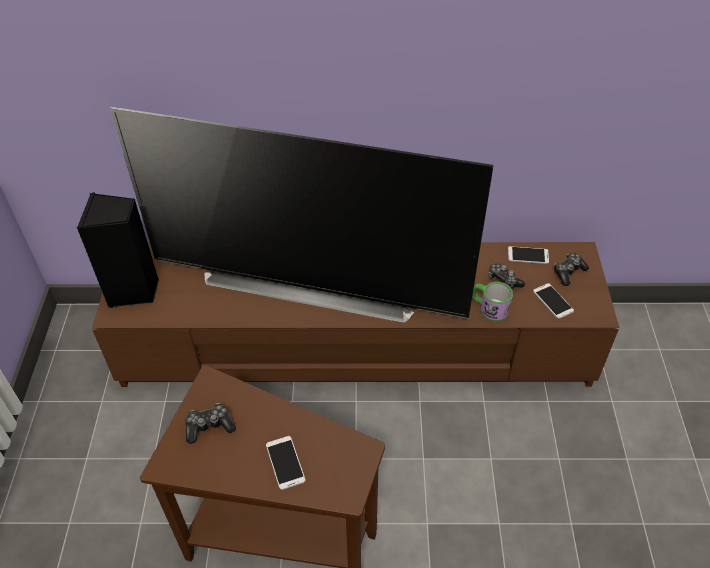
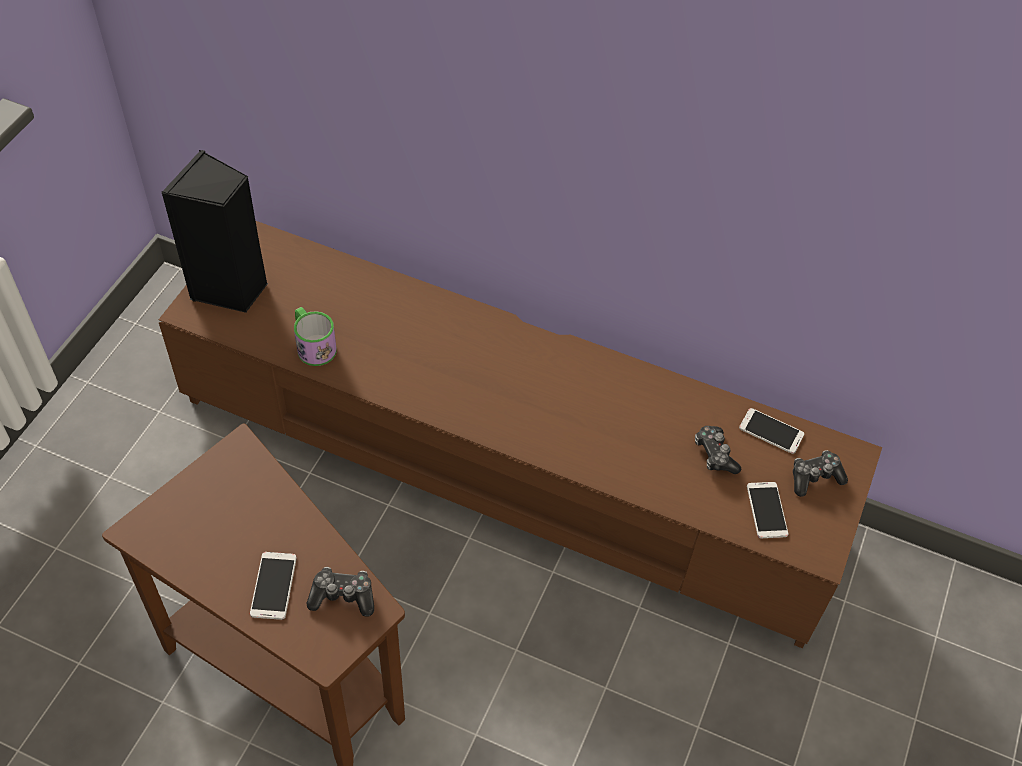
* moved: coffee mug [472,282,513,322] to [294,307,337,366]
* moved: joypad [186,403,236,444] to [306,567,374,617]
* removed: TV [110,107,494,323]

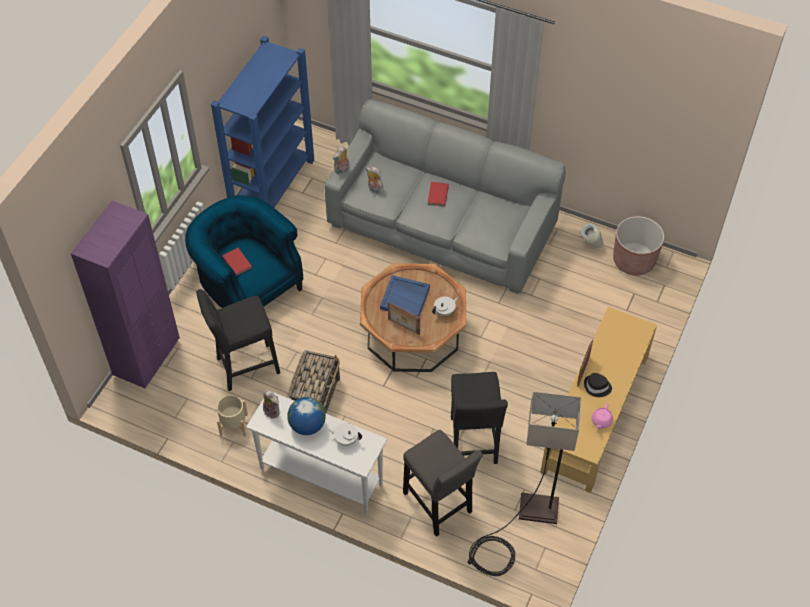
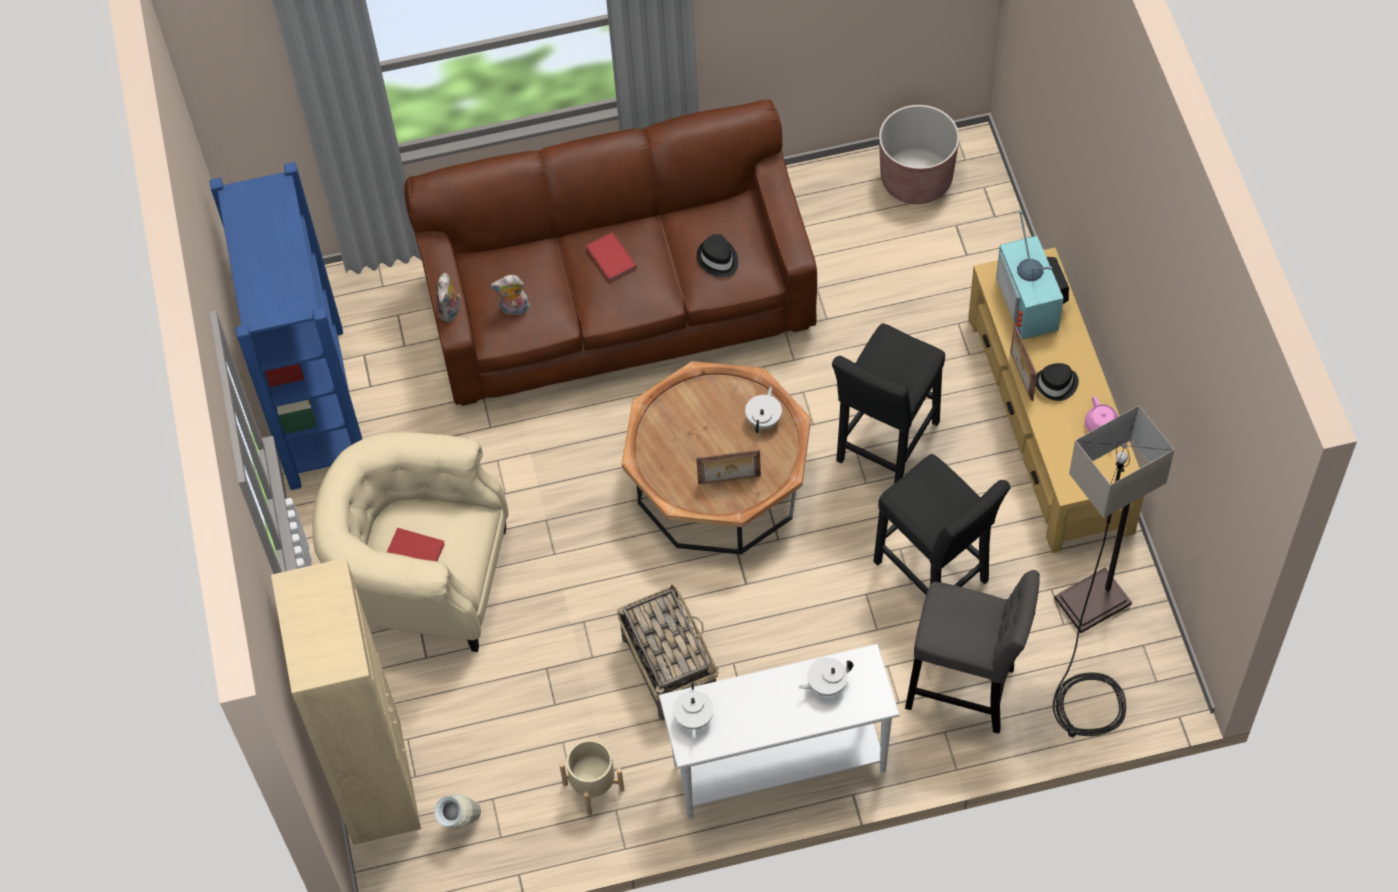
* recoloured: purple-coloured cupboard [71,201,180,388] to sand-coloured cupboard [271,558,421,845]
* recoloured: blue-coloured easy chair [185,195,303,308] to sand-coloured easy chair [312,432,509,652]
* recoloured: gray couch [324,99,565,294] to brown-coloured couch [404,100,817,406]
* moved: decorative vase [581,223,603,248] to [434,793,481,829]
* replaced: plush toy [263,389,279,419] to white tea pot [673,681,714,738]
* added: black clothing hat [697,234,738,277]
* moved: black stool seat [196,289,280,391] to [832,323,945,484]
* added: TV [996,210,1069,340]
* removed: world globe [287,397,326,435]
* removed: blue-coloured serving tray [380,275,430,317]

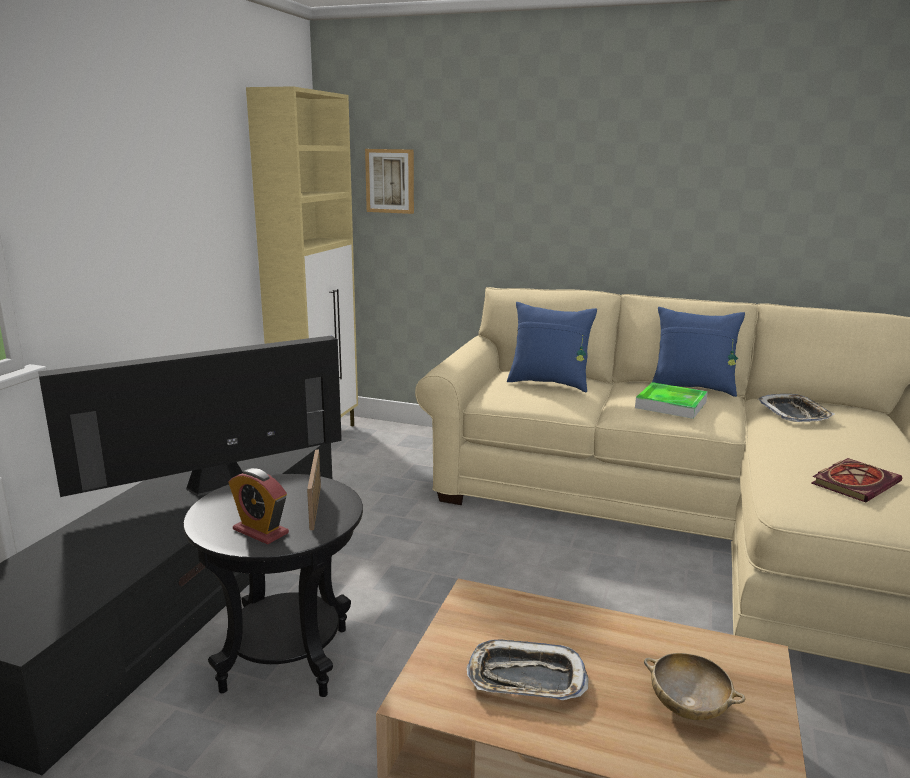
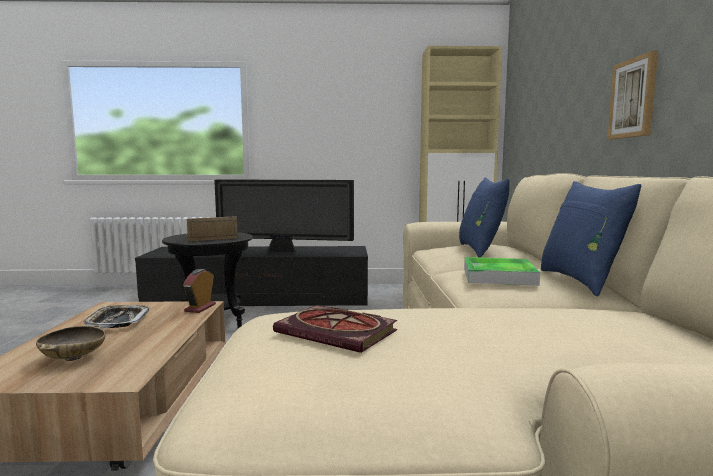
* moved: bedside clock [229,468,289,544] to [183,269,216,313]
* turned: TV [38,336,342,497] = [214,179,354,254] 150 degrees clockwise
* moved: picture [365,149,414,214] to [608,51,658,139]
* removed: serving tray [757,394,835,422]

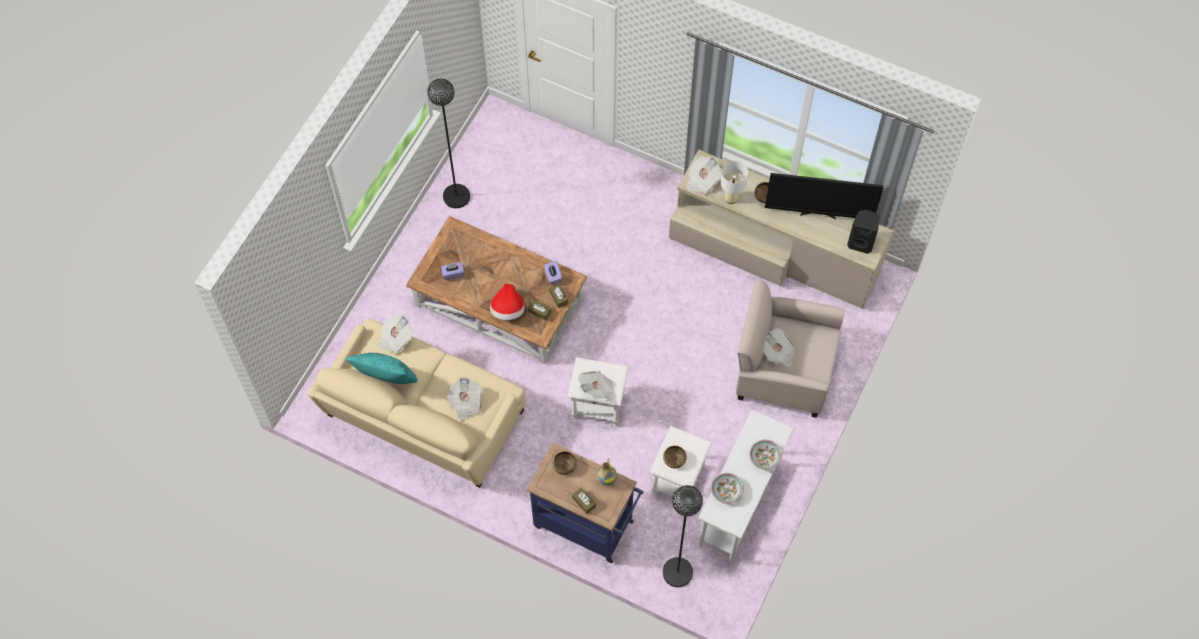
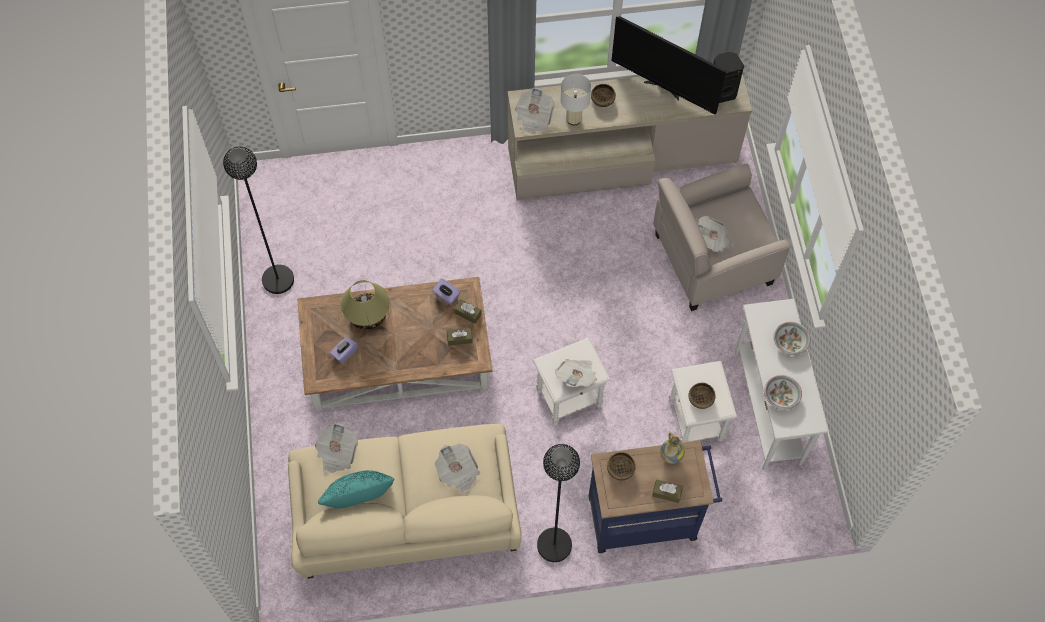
* added: lamp for a table [341,280,390,330]
* moved: black standing lamp [663,485,703,587] to [537,444,580,562]
* turned: TV [765,173,884,220] = [612,16,726,114] 60 degrees clockwise
* removed: clothing hat [490,284,525,320]

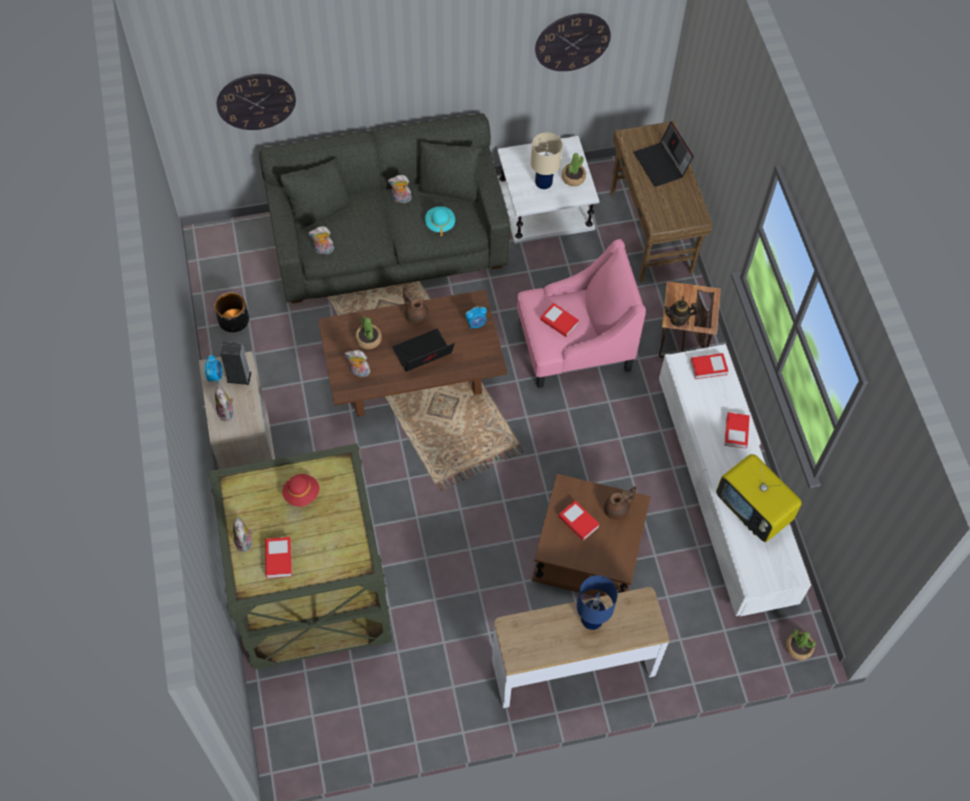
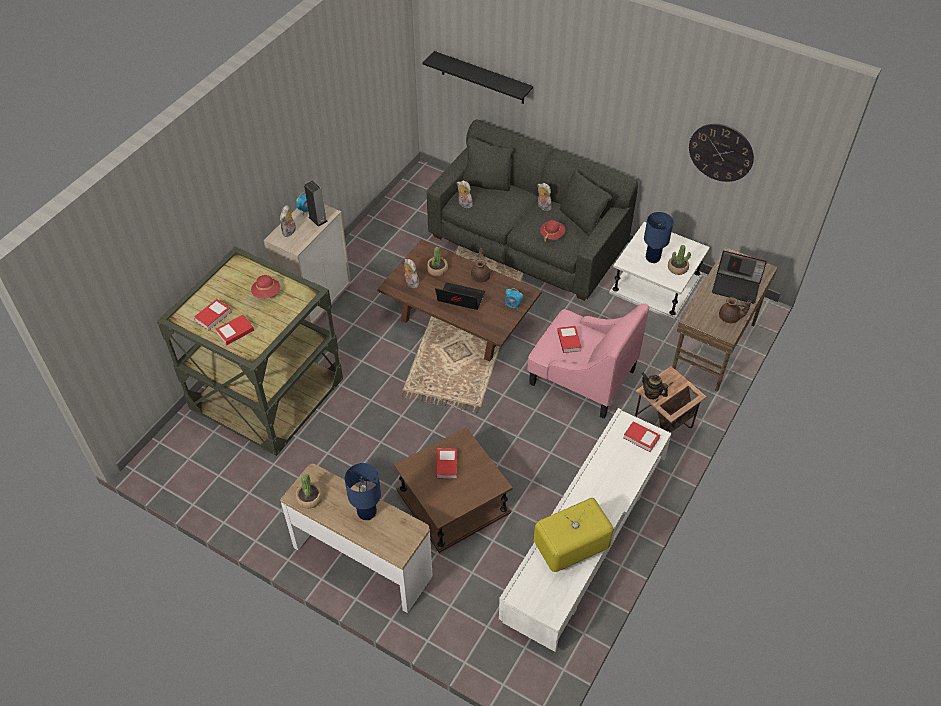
* moved: volume [724,412,750,449] to [216,315,254,345]
* moved: plant in a pot [786,629,816,660] to [295,474,323,509]
* replaced: wall clock [217,74,296,130] to black shelf [422,51,533,104]
* turned: TV [716,454,802,542] = [534,498,614,572] 60 degrees clockwise
* recoloured: turquoise clothing hat [425,206,455,236] to red clothing hat [540,220,565,242]
* recoloured: sand-coloured lamp for a table [531,132,562,189] to blue-coloured lamp for a table [644,212,674,263]
* turned: laptop [634,122,694,187] = [712,251,767,304] 90 degrees counterclockwise
* moved: brown-coloured tea pot [604,486,637,520] to [719,297,751,323]
* removed: black plant pot [214,293,249,333]
* removed: plush toy [233,518,253,552]

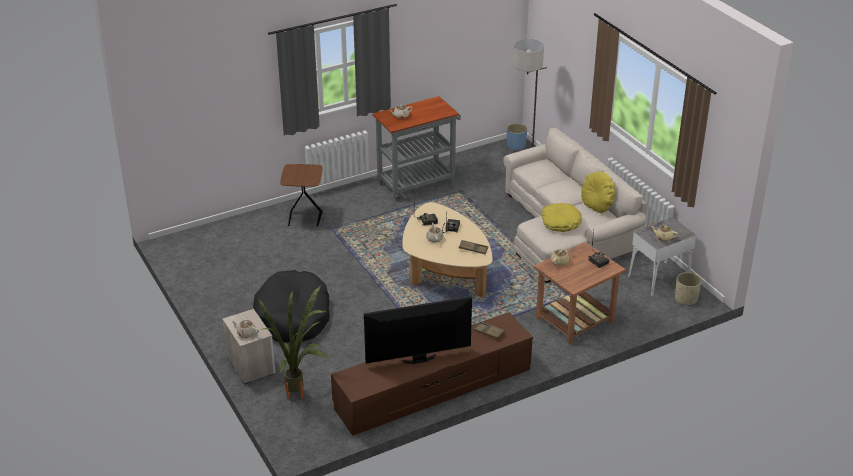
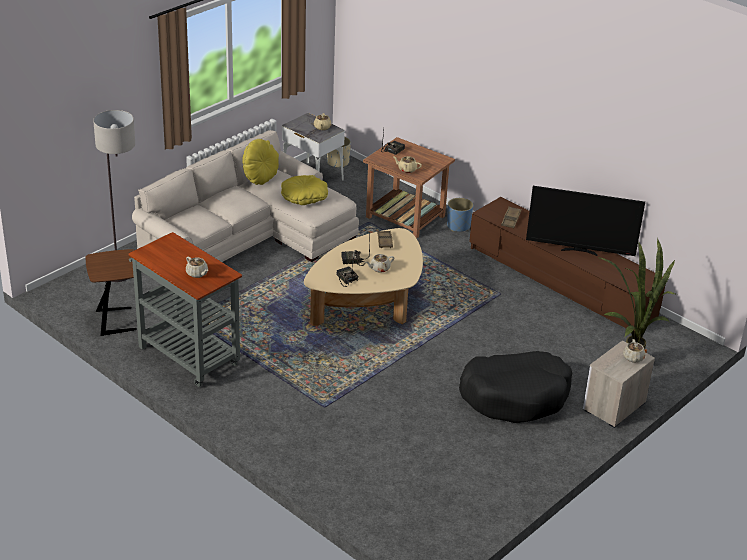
* moved: brown-coloured accent table [280,164,323,227] to [86,249,136,336]
* moved: blue-coloured plant pot [507,123,527,150] to [447,198,473,232]
* turned: TV [364,296,472,364] = [526,186,645,256] 45 degrees counterclockwise

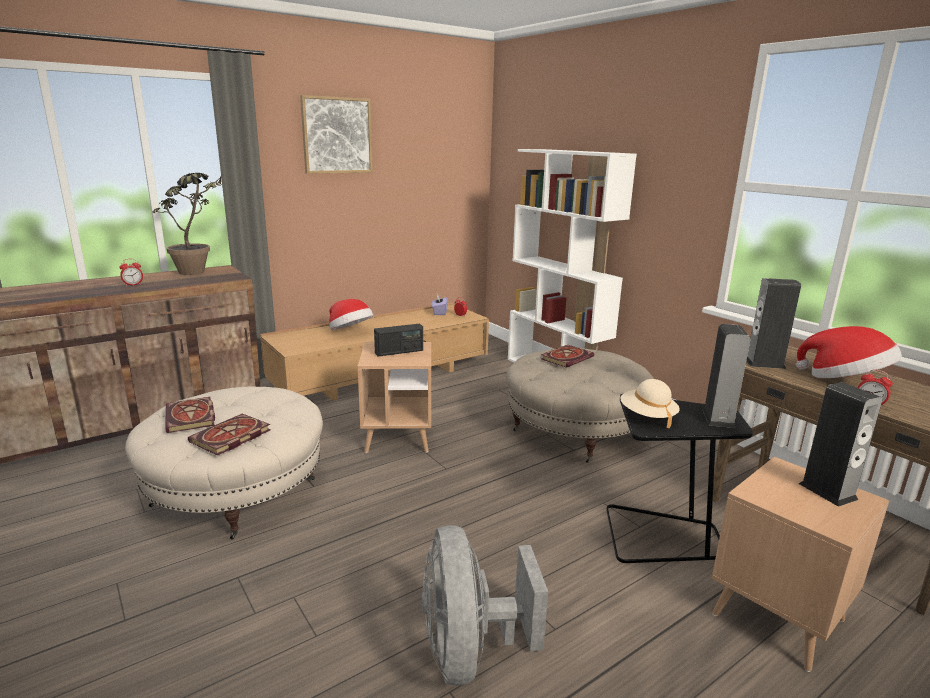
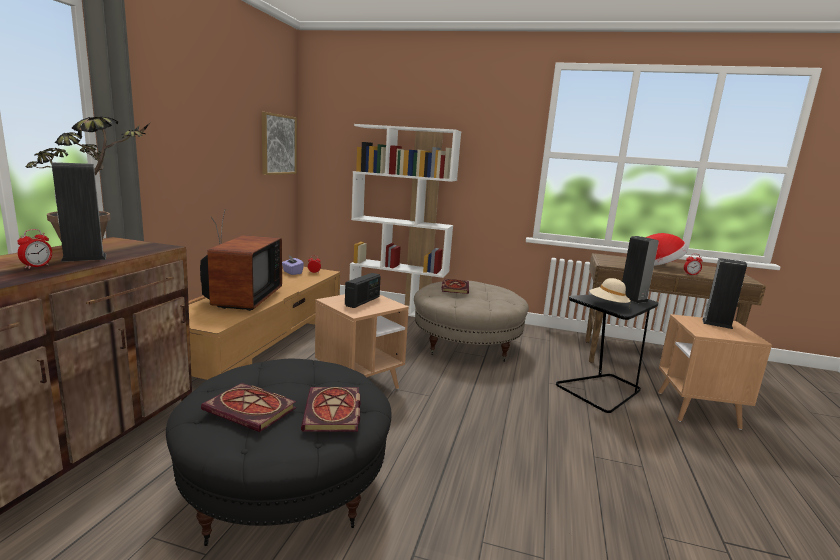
* moved: speaker [746,278,801,369] to [52,162,106,262]
* recoloured: sand-coloured footrest [125,387,323,540] to black footrest [166,359,392,546]
* replaced: clothing hat [329,299,373,330] to TV [200,210,282,311]
* moved: picture [300,95,373,174] to [262,112,297,175]
* removed: gray cooling fan [422,525,548,686]

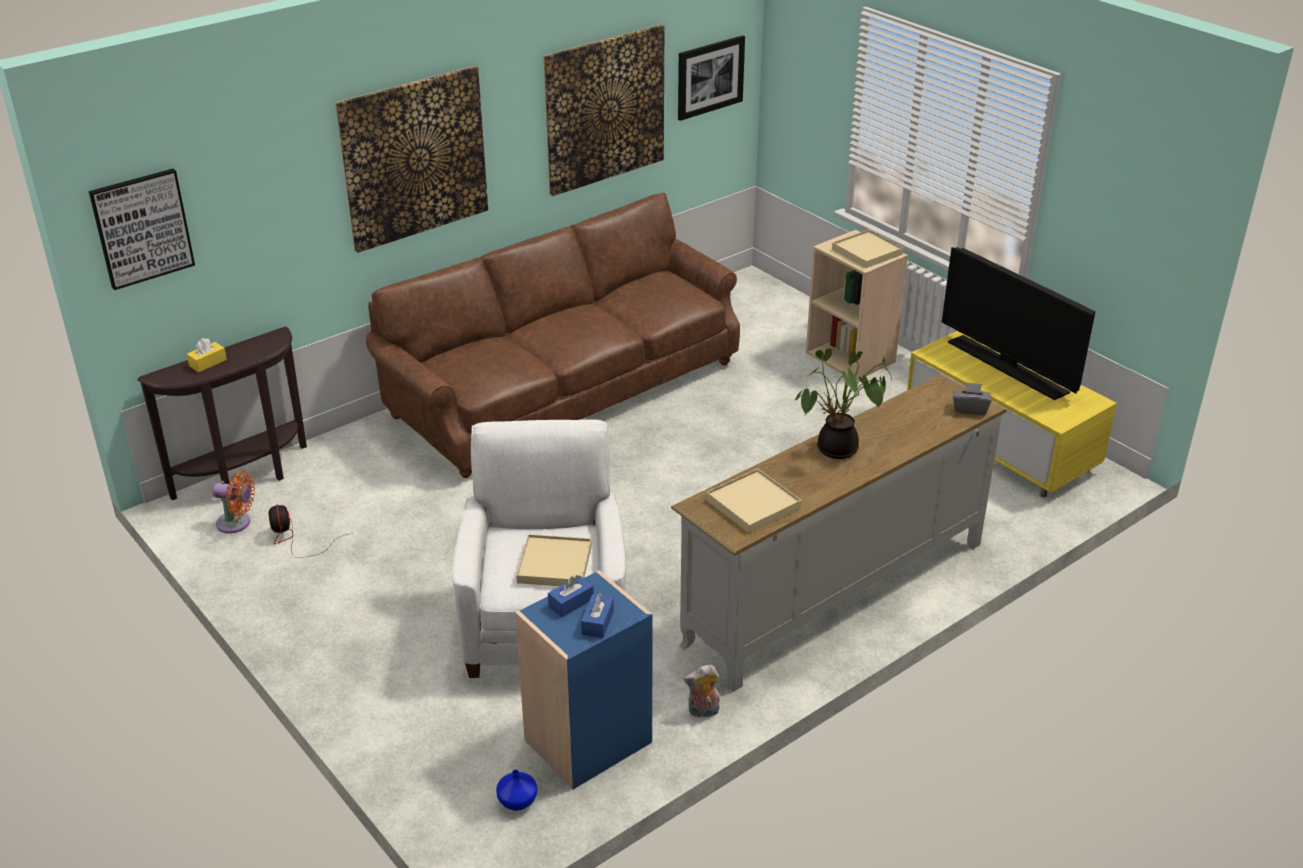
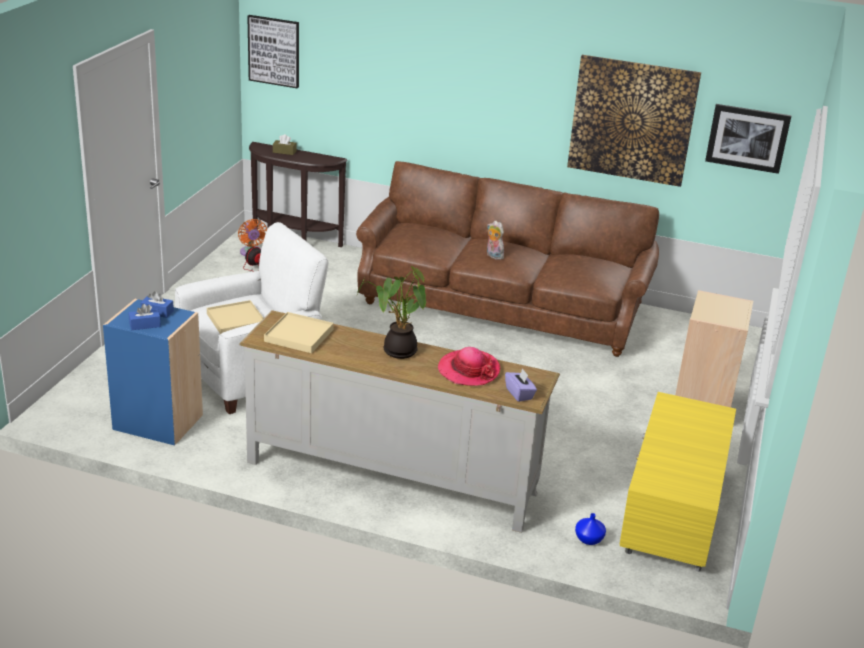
* recoloured: yellow-coloured tissue box [186,338,227,372] to brown-coloured tissue box [273,134,296,155]
* added: clothing hat [438,347,500,386]
* moved: plush toy [684,665,720,718] to [487,221,504,260]
* recoloured: gray tissue box [953,382,991,415] to purple-coloured tissue box [505,369,537,402]
* moved: blue-coloured decorative vase [496,770,537,811] to [575,513,606,545]
* removed: picture [335,66,488,253]
* removed: sand-coloured serving tray [832,230,903,268]
* removed: TV [942,247,1096,400]

